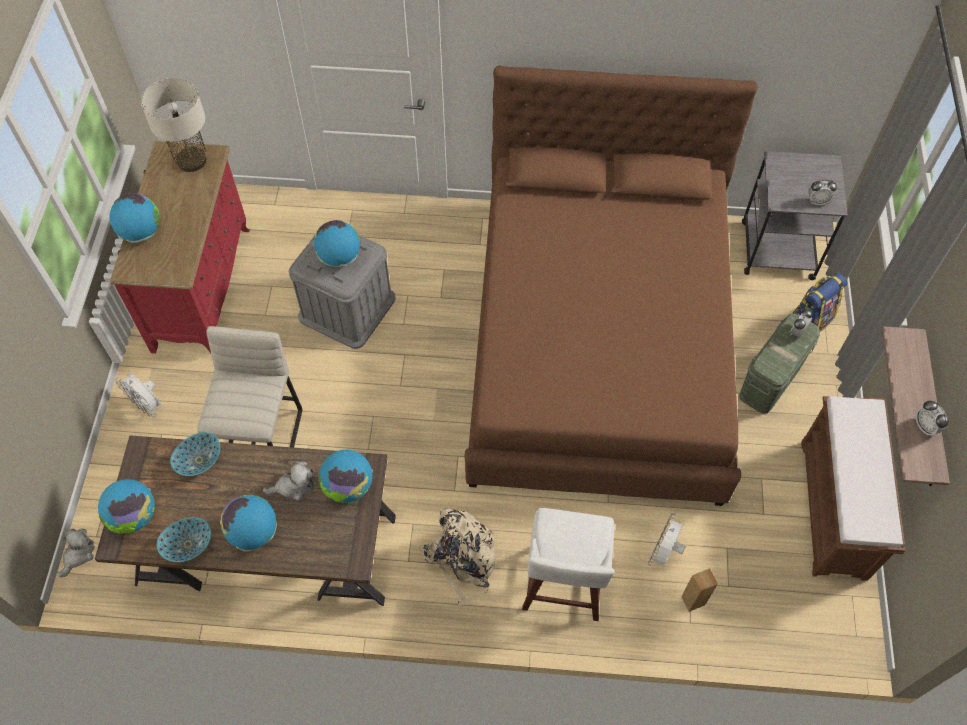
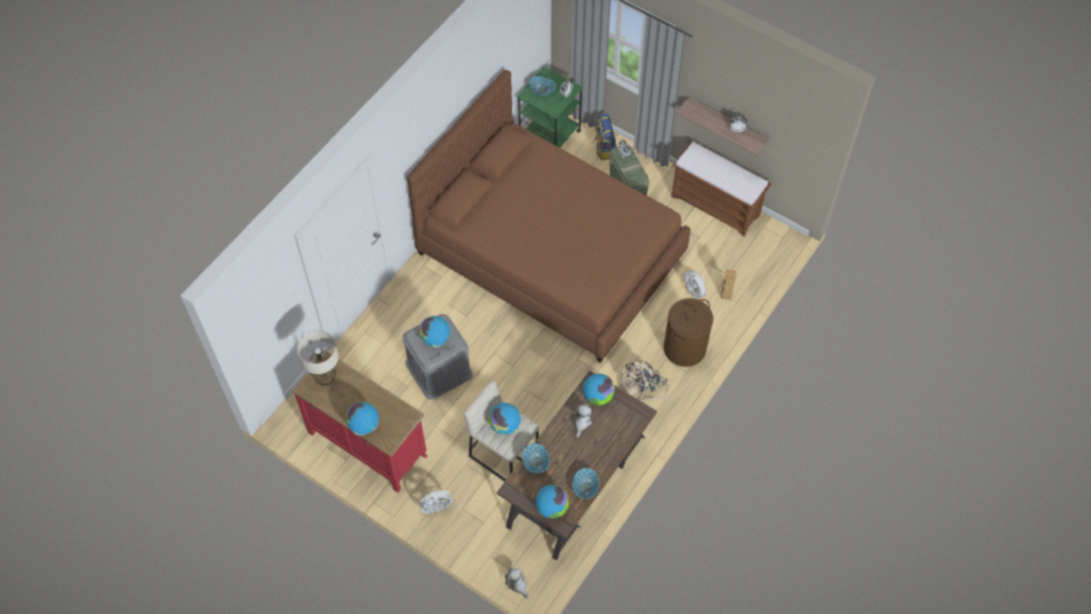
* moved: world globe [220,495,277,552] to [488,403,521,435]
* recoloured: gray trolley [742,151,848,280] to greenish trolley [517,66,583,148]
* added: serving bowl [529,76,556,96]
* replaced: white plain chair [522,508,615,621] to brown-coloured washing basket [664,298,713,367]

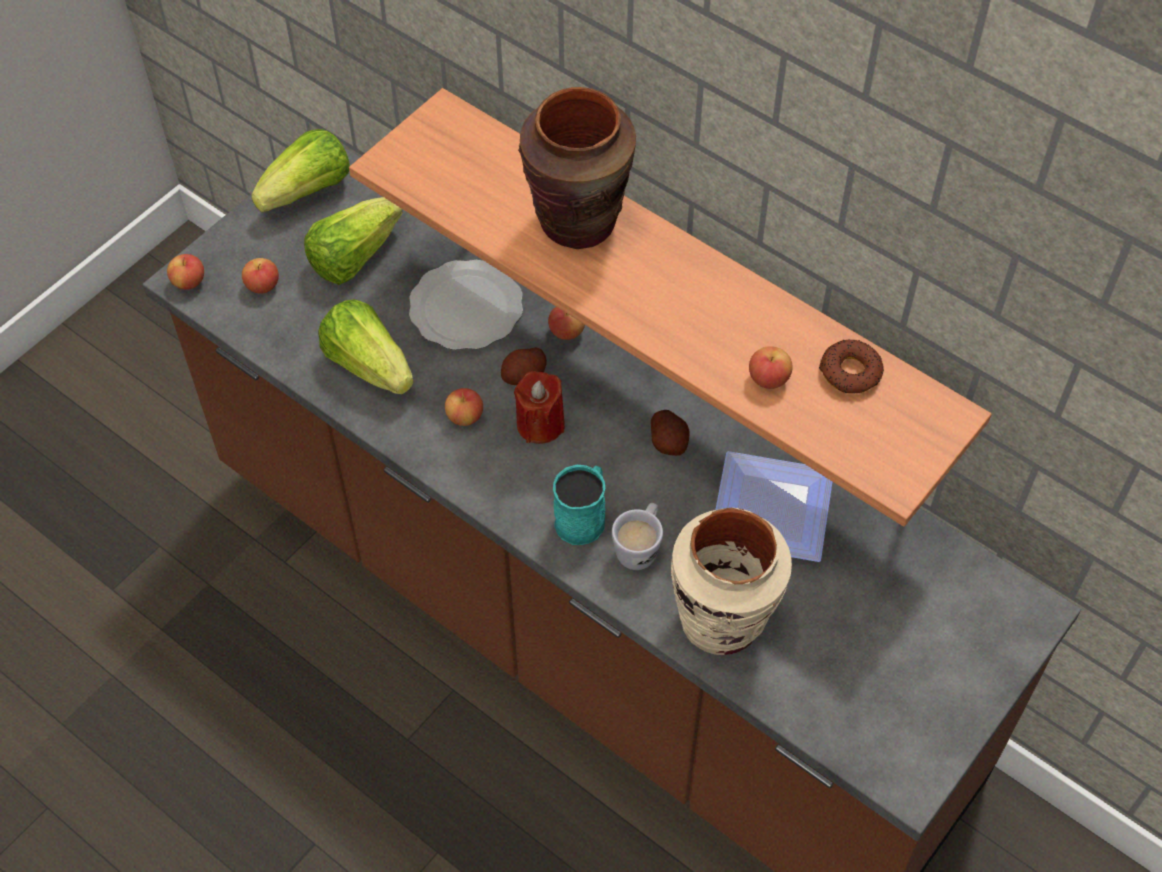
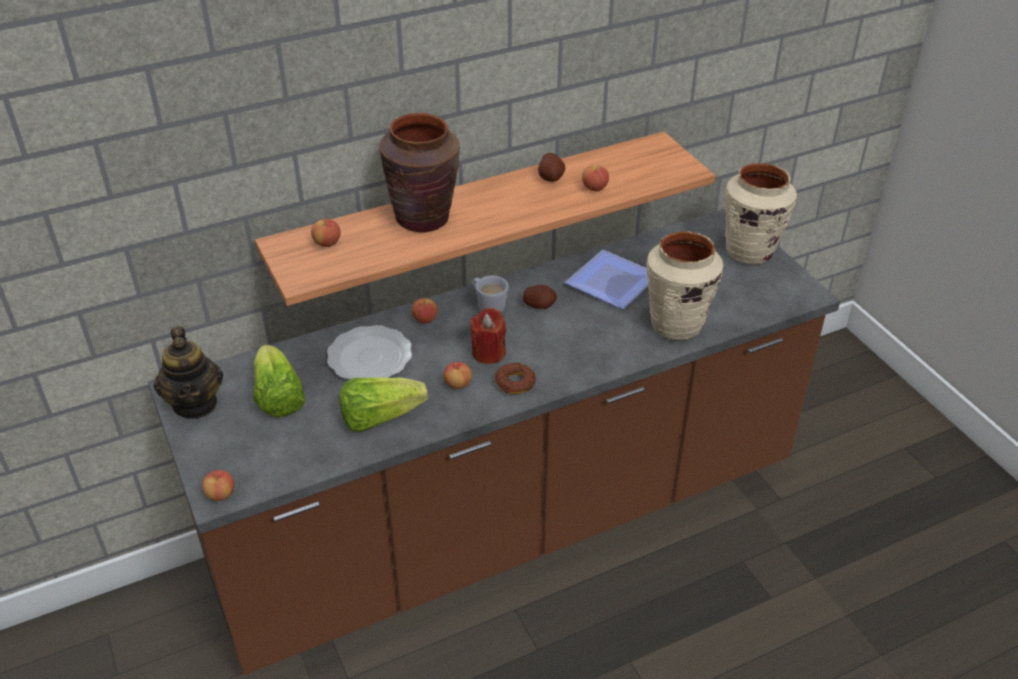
* replaced: lettuce [251,129,350,212] to tea pot [154,326,223,419]
* moved: whole apple [242,258,279,294] to [311,218,340,247]
* moved: white coffee mug [612,503,663,570] to [473,275,509,313]
* moved: ring doughnut [819,339,884,394] to [495,363,536,394]
* moved: whole potato [501,347,546,385] to [538,153,565,182]
* added: sand-coloured decorative vase [725,163,797,265]
* removed: turquoise coffee mug [553,465,606,545]

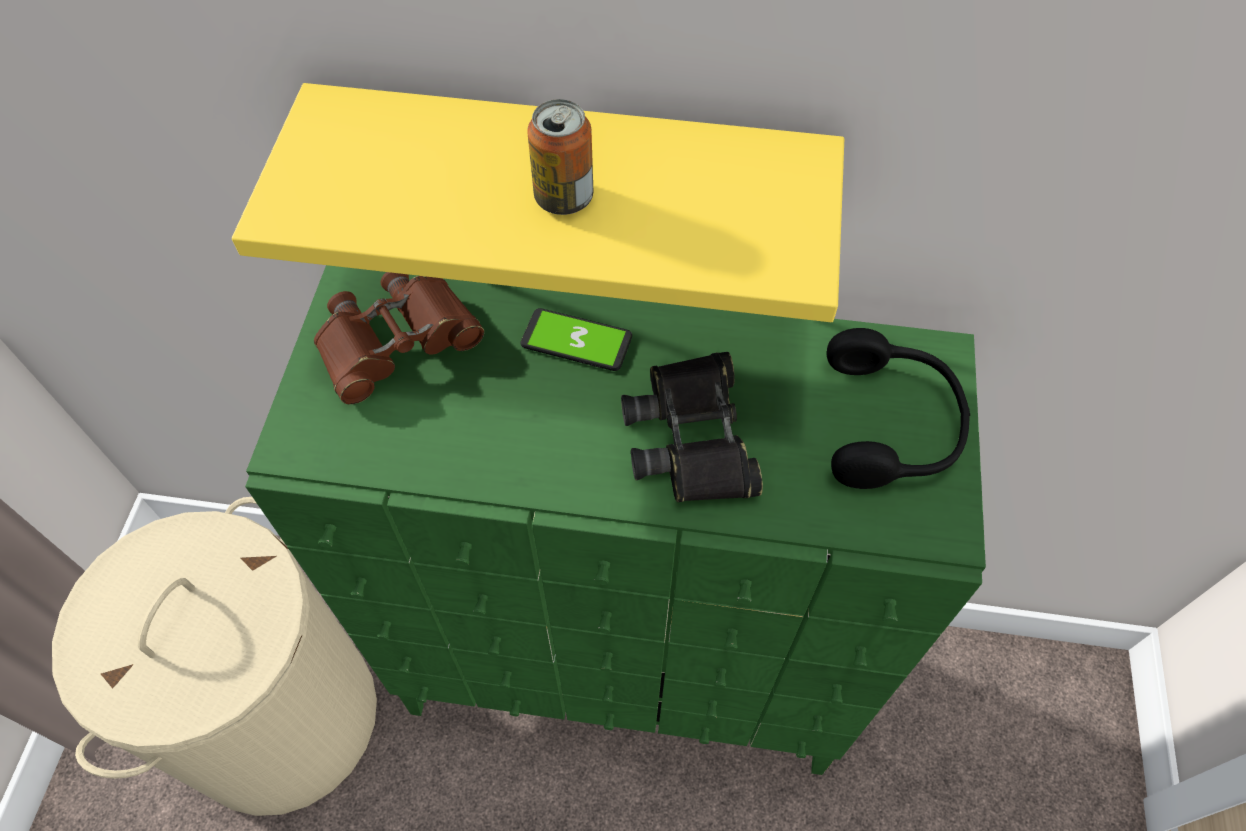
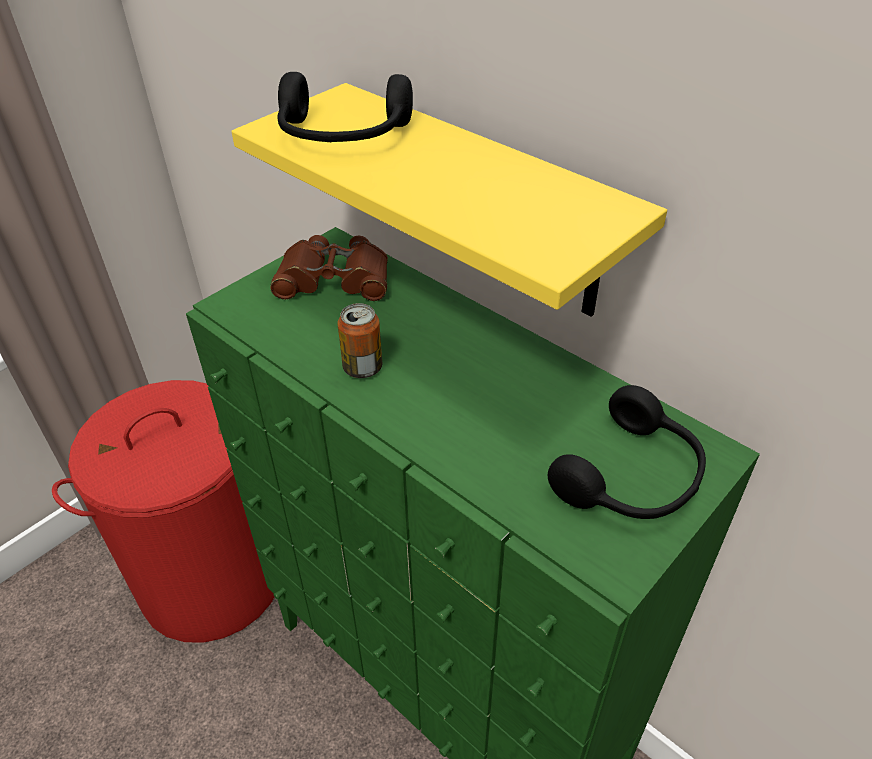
* recoloured: sand-coloured washing basket [52,497,377,816] to red washing basket [52,380,274,643]
* added: black headphones [277,72,413,143]
* moved: metal can [527,99,594,215] to [337,303,382,378]
* removed: telephone [520,308,632,371]
* removed: black binoculars [621,352,763,502]

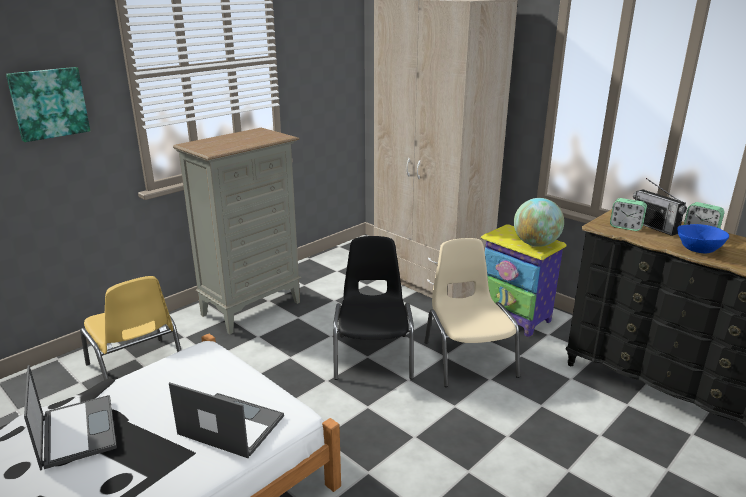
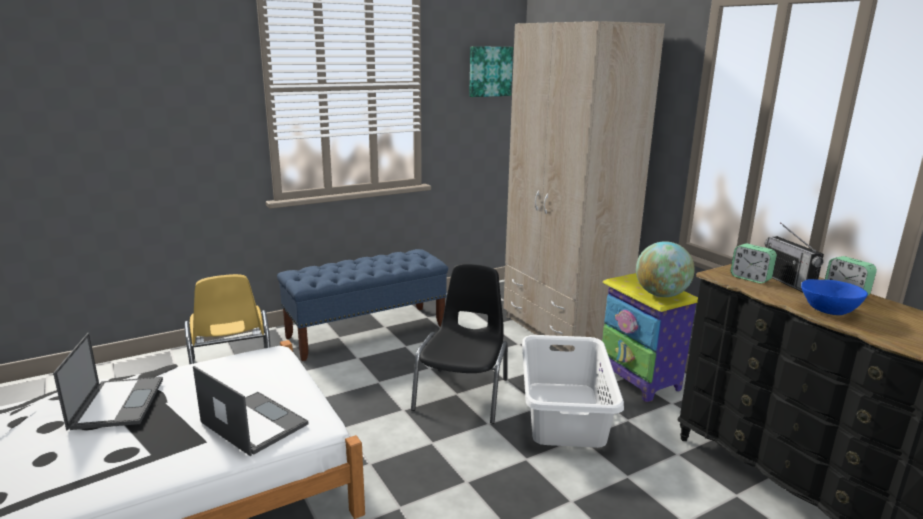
* replaced: gray chest of drawers [173,128,301,334] to blue-coloured long seat [277,249,448,361]
* moved: picture [6,67,90,142] to [469,46,513,97]
* replaced: sand-coloured plain chair [424,238,520,387] to white washing basket [522,335,624,448]

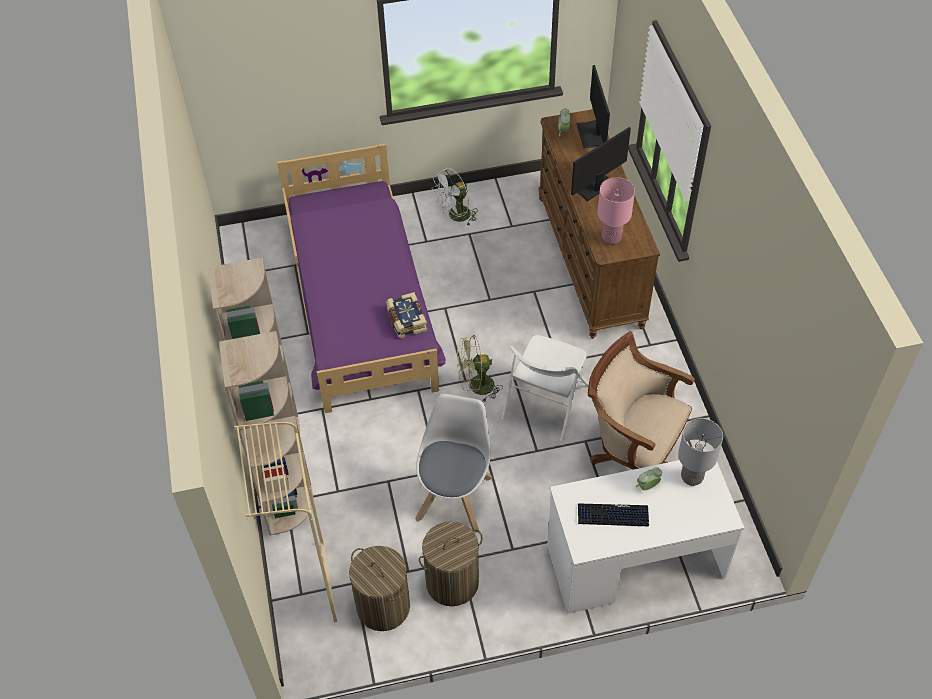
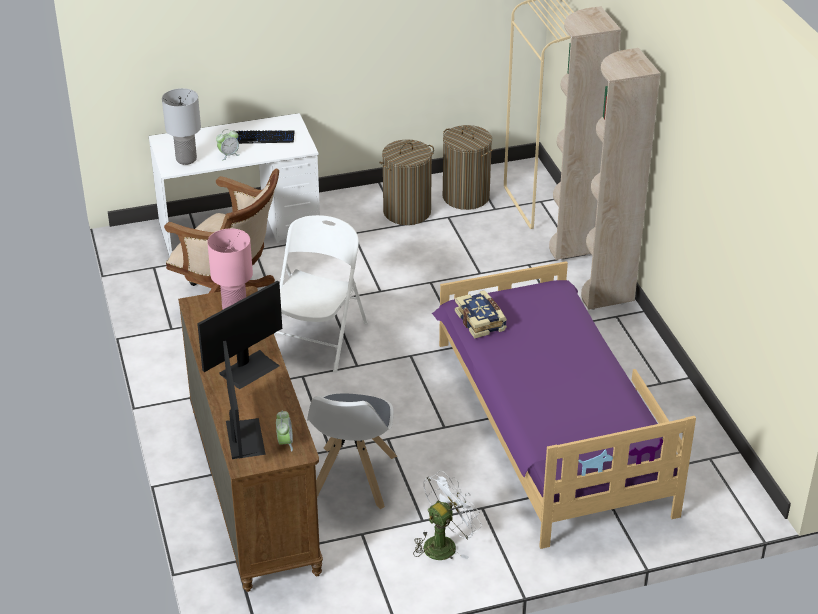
* moved: plain chair [415,394,492,534] to [307,393,397,509]
* removed: greenish cooling fan [457,335,503,402]

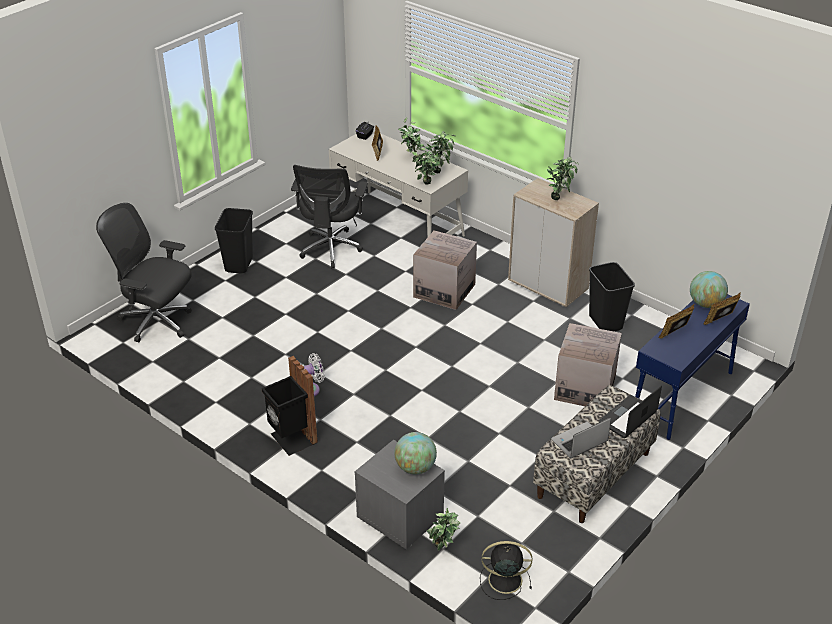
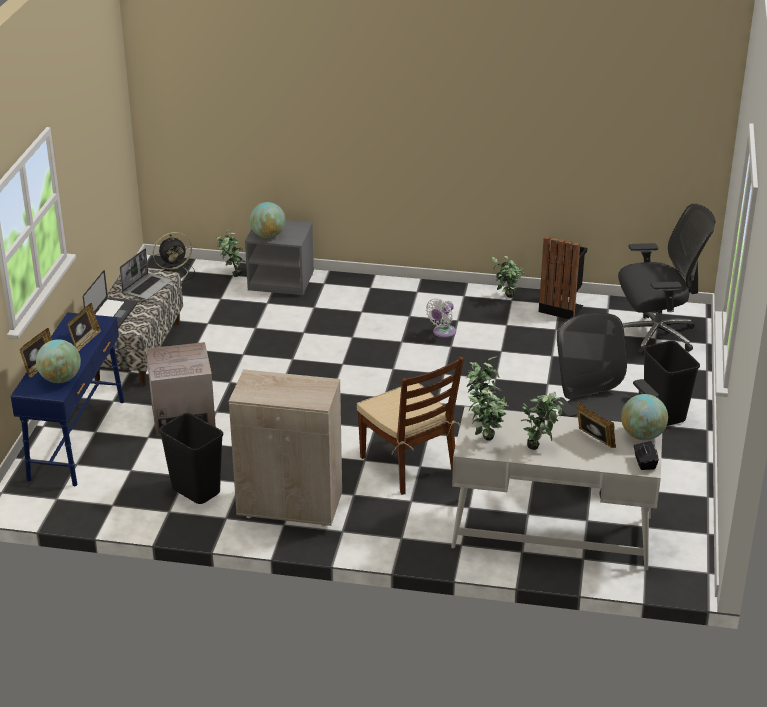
* replaced: cardboard box [413,230,477,310] to brown-coloured plain chair [357,356,464,495]
* moved: plant in a pot [547,156,578,200] to [492,256,524,298]
* moved: black trash can [261,356,318,456] to [539,236,587,319]
* added: world globe [621,394,668,440]

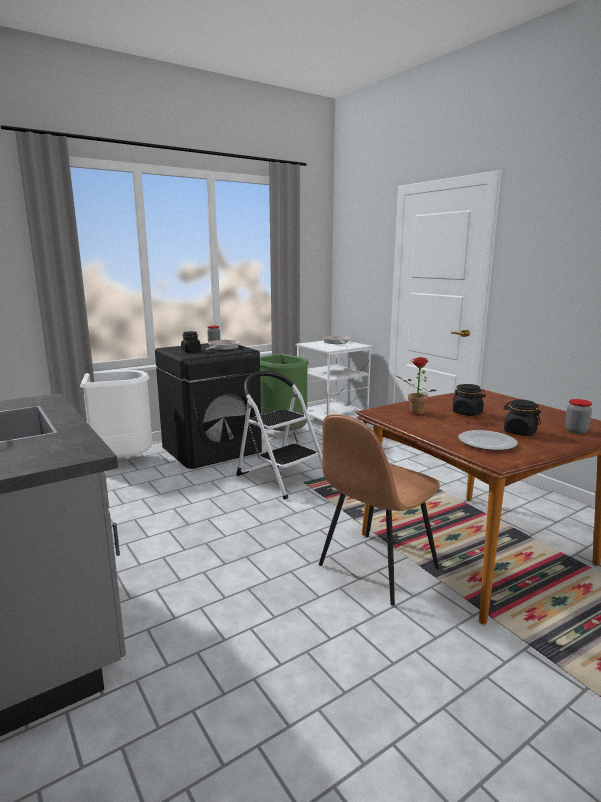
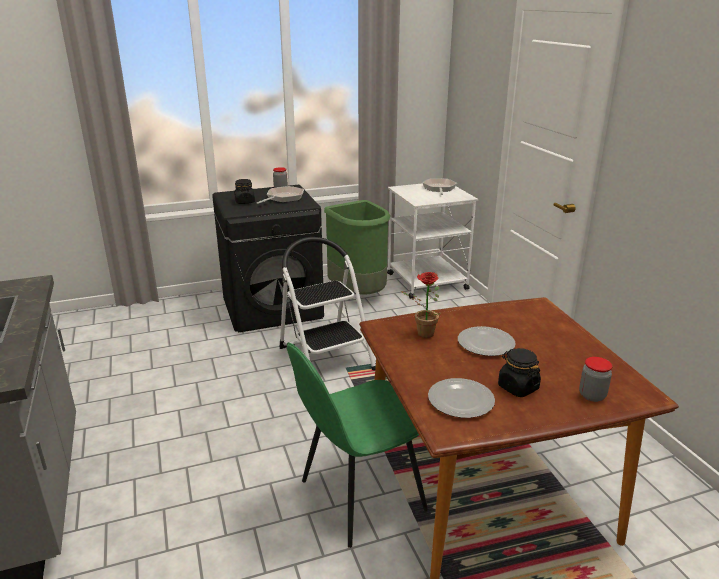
* recoloured: brown-coloured plain chair [319,414,440,606] to greenish plain chair [287,342,428,548]
* replaced: black storage jar [453,384,486,416] to flat dish [458,326,516,356]
* removed: white trash can [80,370,153,458]

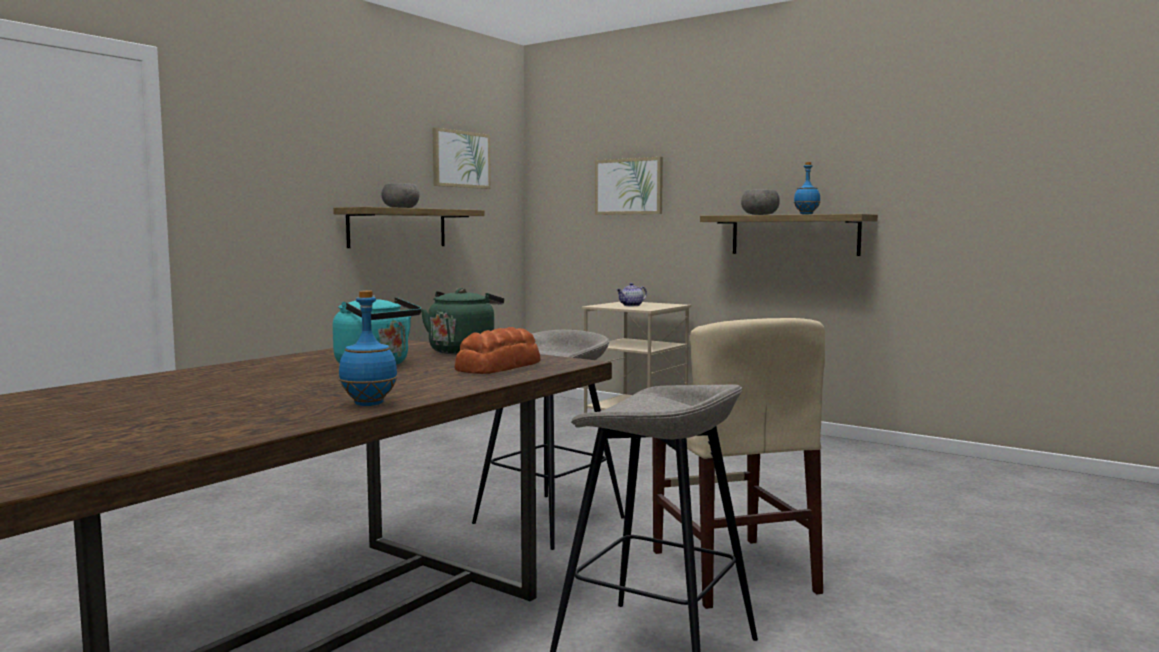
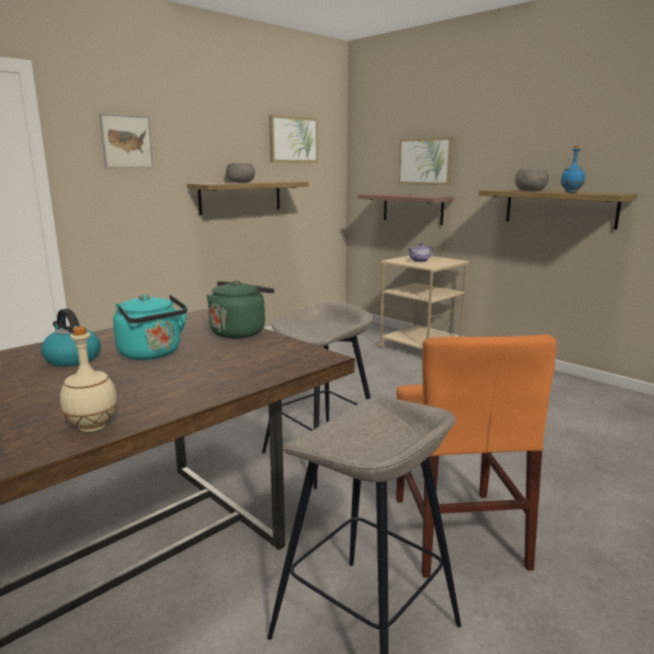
* added: water kettle [41,309,101,366]
* recoloured: blue-coloured drink bottle [339,290,398,406] to sand-coloured drink bottle [60,326,118,432]
* added: picture [99,113,154,168]
* added: shelf [358,193,453,225]
* recoloured: sand-coloured plain chair [652,318,825,609] to orange plain chair [396,334,557,578]
* removed: bakery bread [454,327,541,374]

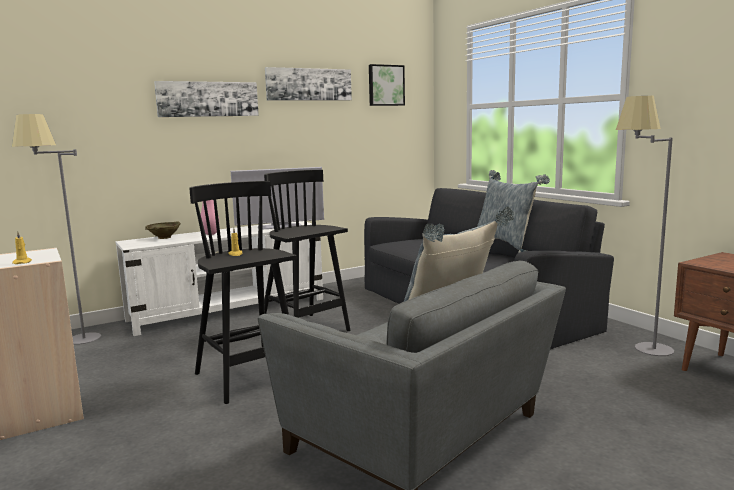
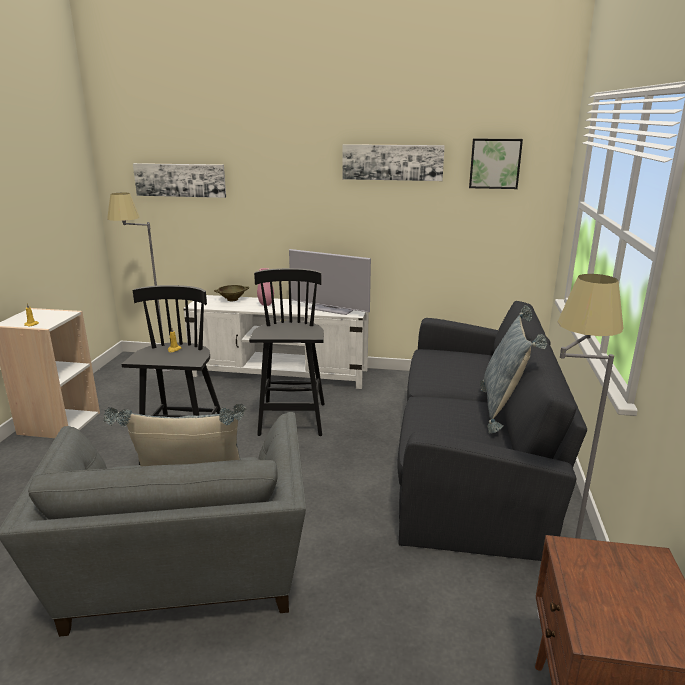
* moved: picture [154,81,259,117] to [133,163,226,198]

